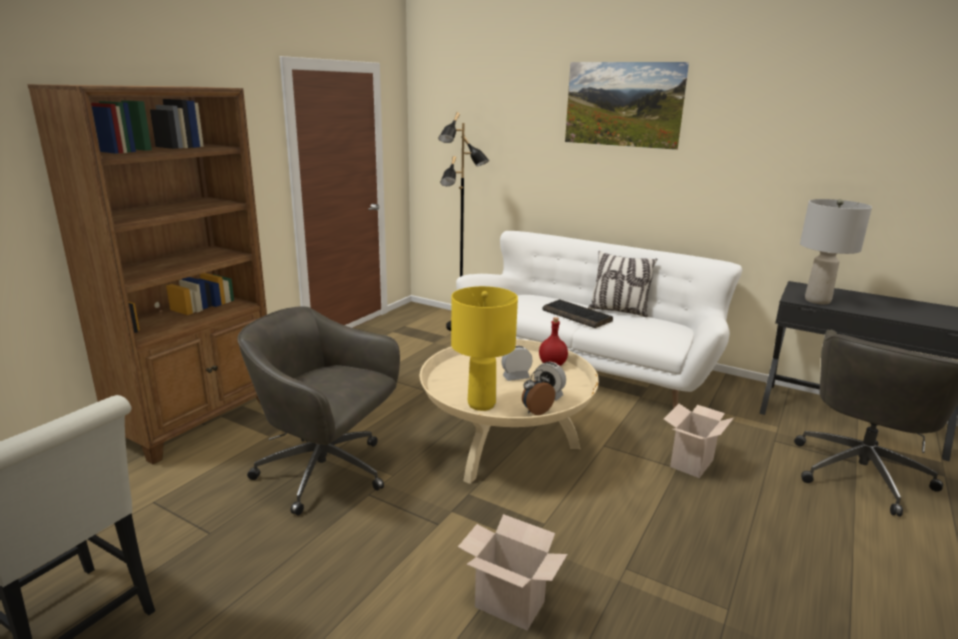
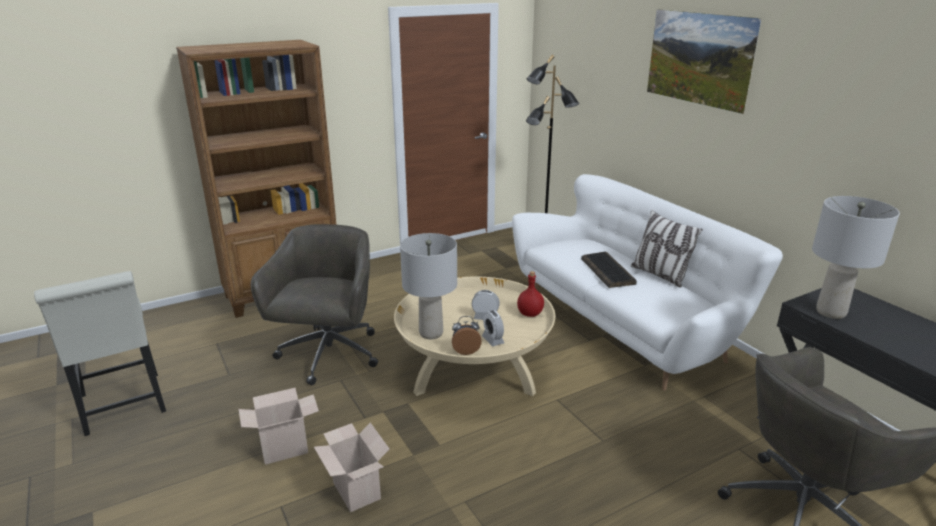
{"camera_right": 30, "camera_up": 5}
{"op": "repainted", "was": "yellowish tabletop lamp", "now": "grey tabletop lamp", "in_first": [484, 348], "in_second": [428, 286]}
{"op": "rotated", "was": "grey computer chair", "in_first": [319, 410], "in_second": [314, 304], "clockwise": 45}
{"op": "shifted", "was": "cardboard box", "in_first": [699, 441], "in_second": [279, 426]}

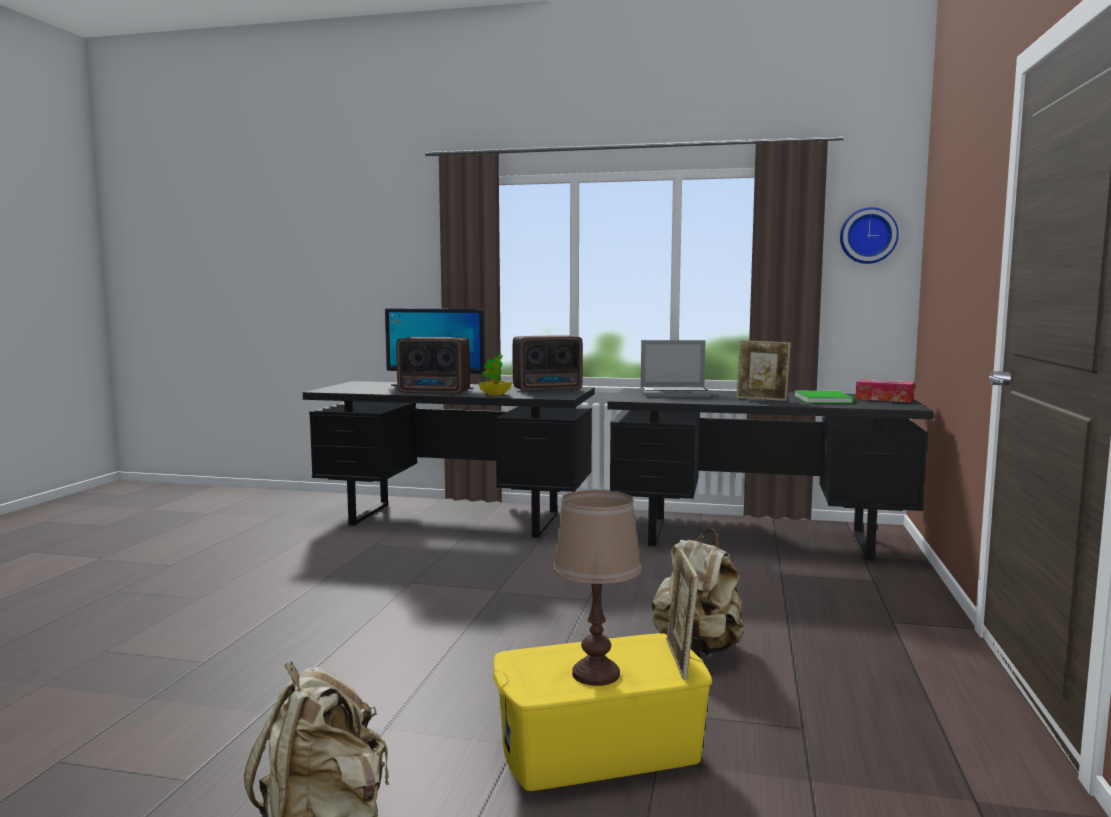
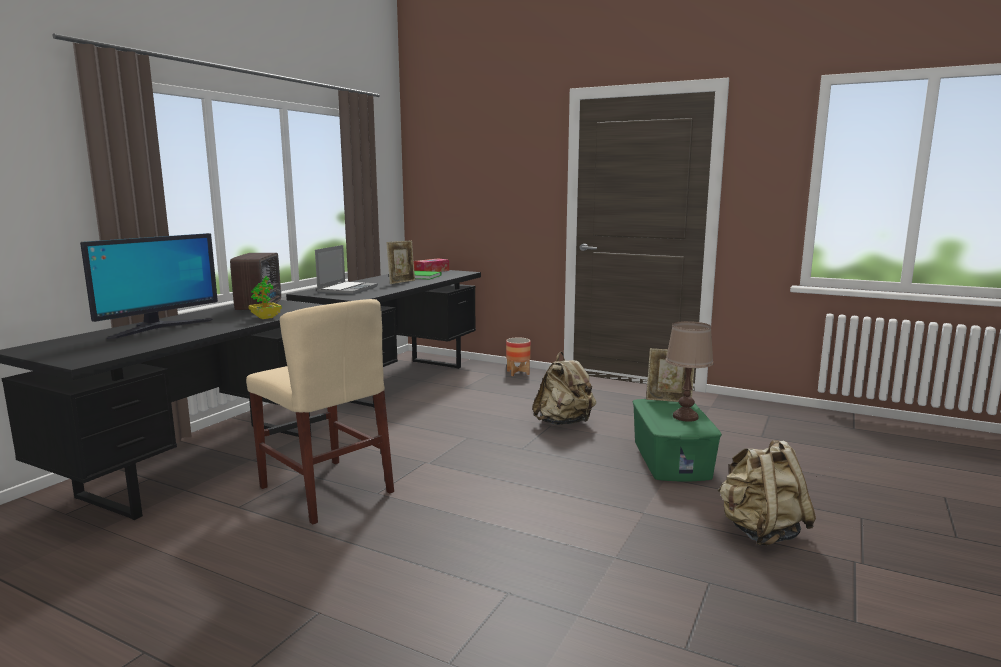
{"camera_right": -75, "camera_up": 5}
{"op": "gone", "was": "wall clock", "in_first": [869, 235]}
{"op": "gone", "was": "radio receiver", "in_first": [433, 366]}
{"op": "repainted", "was": "yellowish storage bin", "now": "greenish storage bin", "in_first": [602, 712], "in_second": [677, 440]}
{"op": "new", "now": "beige plain chair", "in_second": [320, 411]}
{"op": "new", "now": "planter", "in_second": [518, 356]}

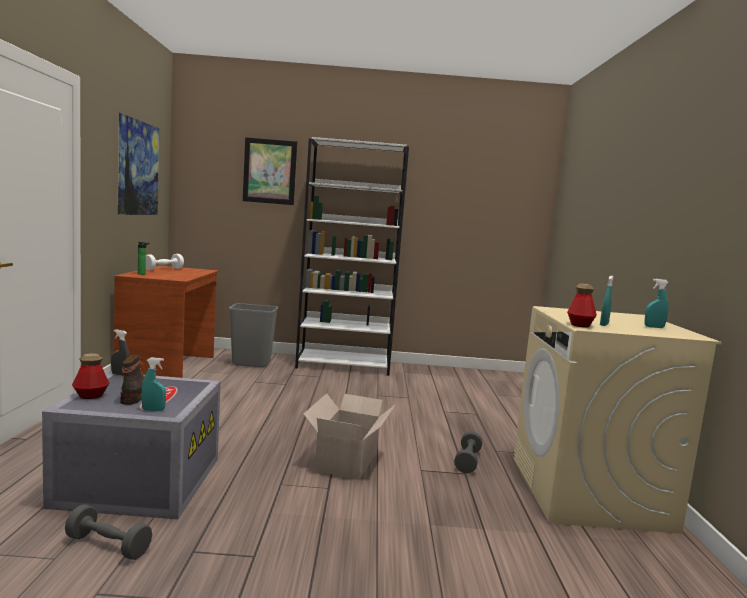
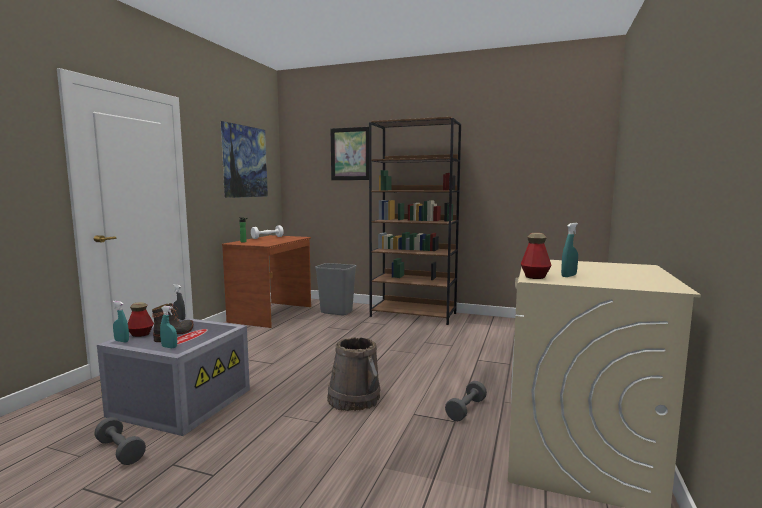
{"camera_right": 20, "camera_up": 0}
{"op": "repainted", "was": "white bookshelf", "now": "brown bookshelf", "in_first": [352, 256], "in_second": [415, 221]}
{"op": "shifted", "was": "turquoise hand sprayer", "in_first": [656, 303], "in_second": [121, 321]}
{"op": "swapped", "was": "cardboard box", "now": "brown pail", "in_first": [349, 436], "in_second": [353, 374]}

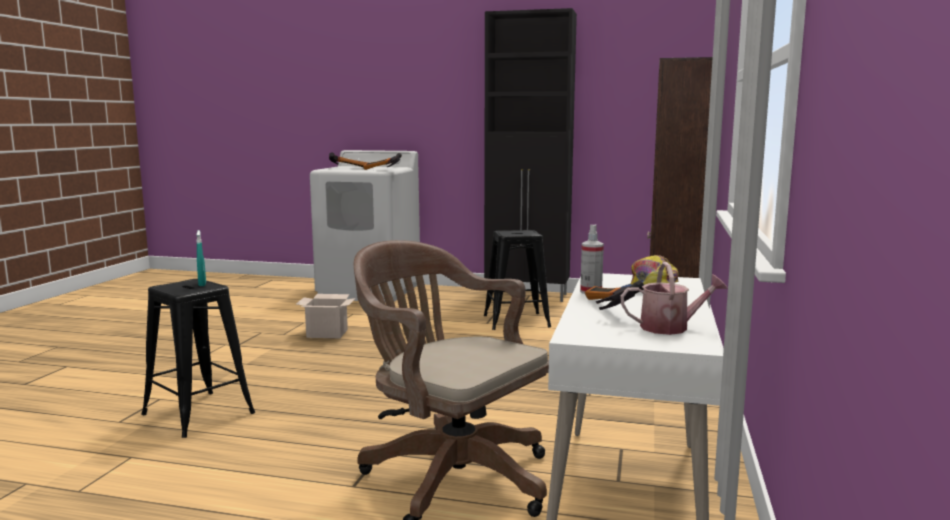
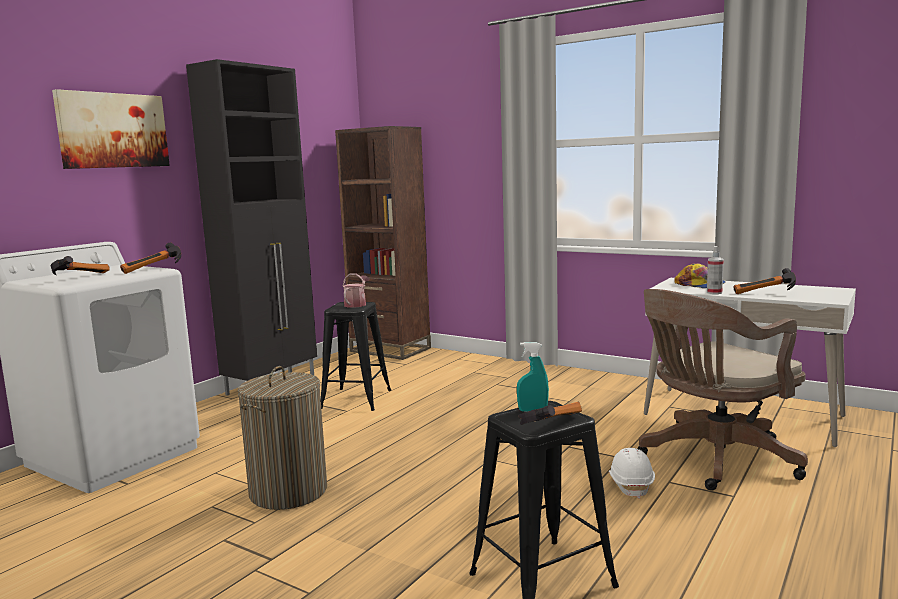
{"camera_right": -70, "camera_up": 0}
{"op": "shifted", "was": "sprinkling can", "in_first": [674, 298], "in_second": [356, 290]}
{"op": "swapped", "was": "cardboard box", "now": "laundry basket", "in_first": [326, 316], "in_second": [282, 438]}
{"op": "new", "now": "picture", "in_second": [111, 129]}
{"op": "new", "now": "hammer", "in_second": [550, 413]}
{"op": "new", "now": "white work helmet", "in_second": [632, 473]}

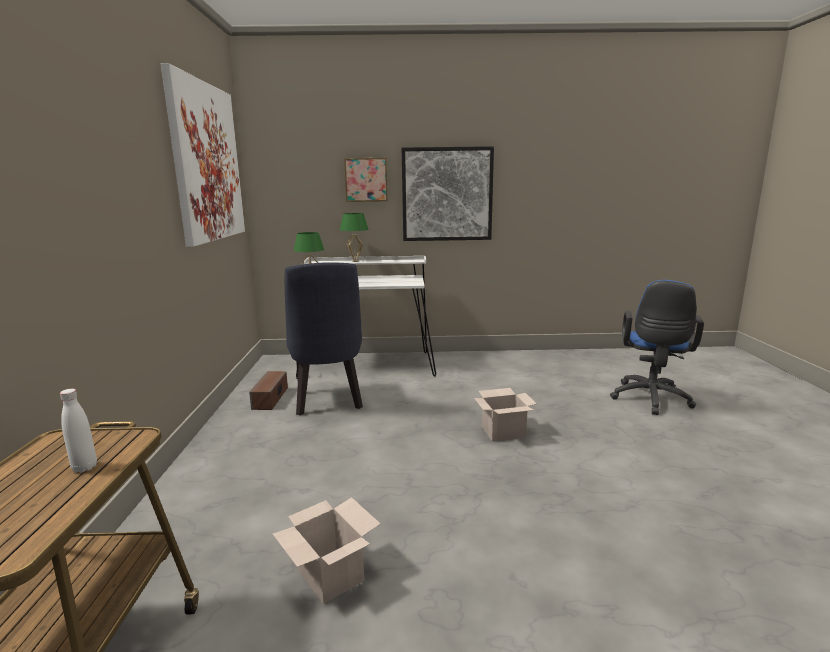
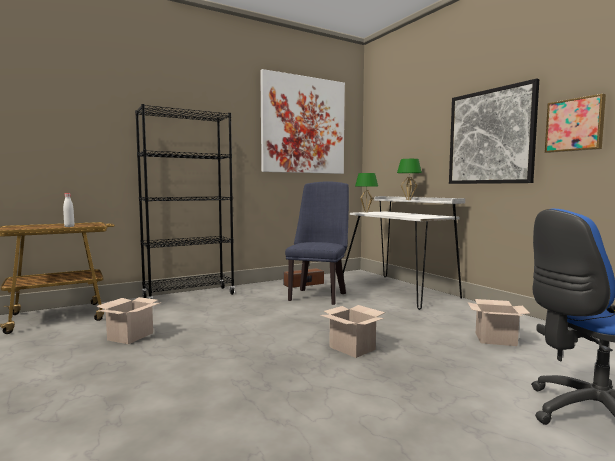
{"camera_right": 60, "camera_up": -10}
{"op": "shifted", "was": "picture", "in_first": [366, 180], "in_second": [575, 123]}
{"op": "rotated", "was": "bluish plain chair", "in_first": [324, 338], "in_second": [317, 243], "clockwise": 150}
{"op": "new", "now": "black-coloured bookshelf", "in_second": [185, 201]}
{"op": "new", "now": "cardboard box", "in_second": [499, 322]}

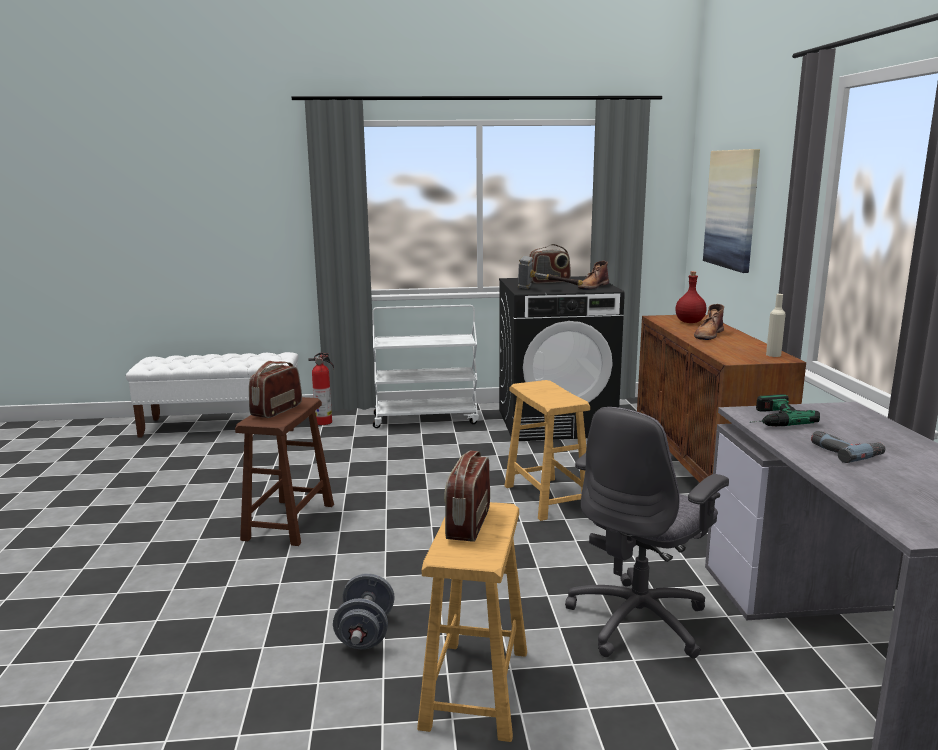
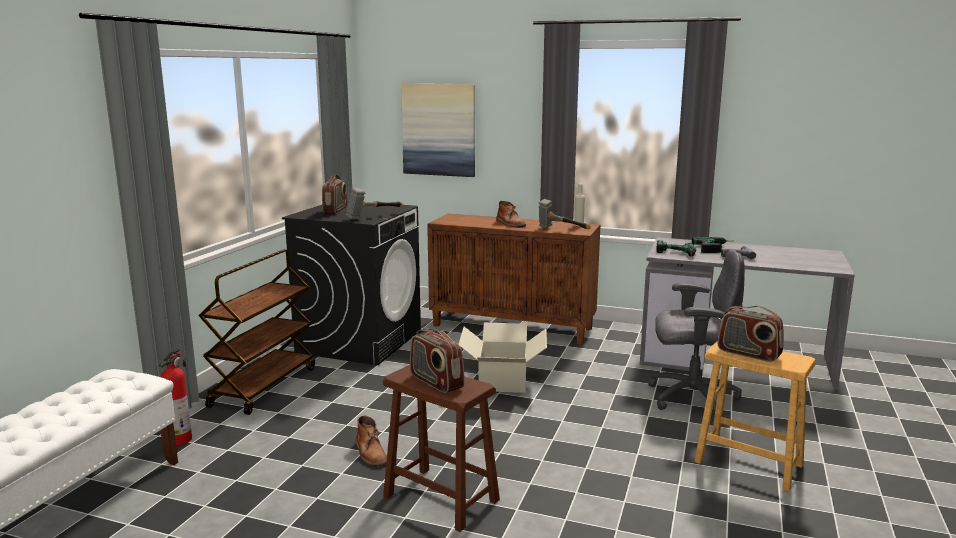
{"camera_right": -65, "camera_up": 0}
{"op": "shifted", "was": "brown tall boot", "in_first": [593, 275], "in_second": [371, 441]}
{"op": "gone", "was": "red drink bottle", "in_first": [691, 297]}
{"op": "repainted", "was": "white trolley", "now": "brown trolley", "in_first": [425, 366], "in_second": [256, 332]}
{"op": "swapped", "was": "brown stool", "now": "cardboard box", "in_first": [547, 450], "in_second": [503, 358]}
{"op": "rotated", "was": "grey computer chair", "in_first": [647, 533], "in_second": [696, 333], "clockwise": -60}
{"op": "gone", "was": "grey dumbbell", "in_first": [364, 611]}
{"op": "new", "now": "hammer", "in_second": [565, 214]}
{"op": "new", "now": "drill", "in_second": [709, 245]}

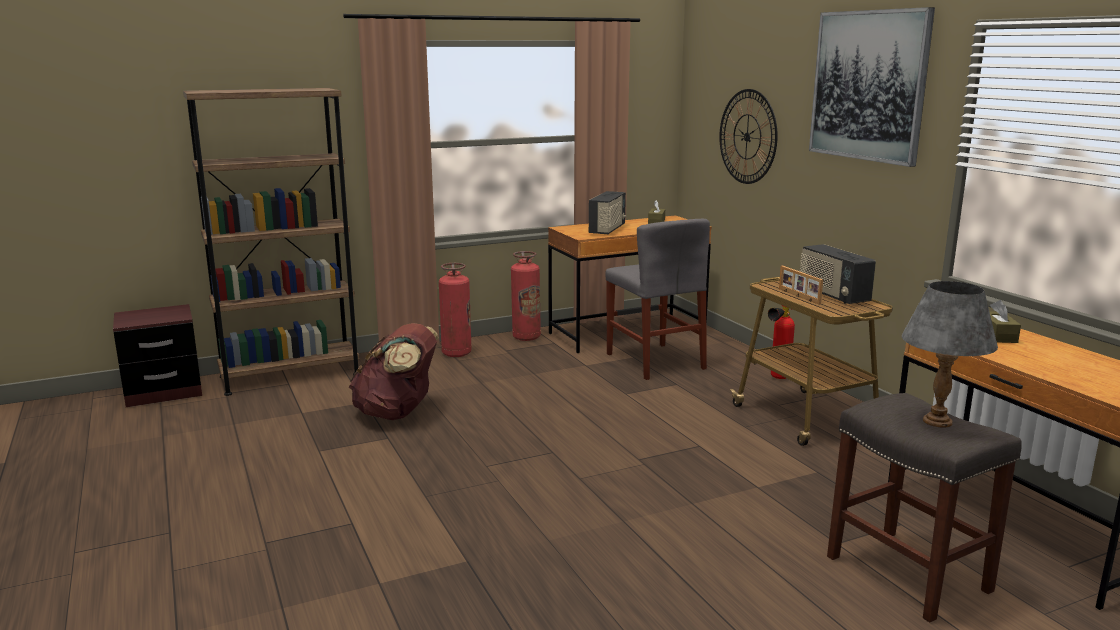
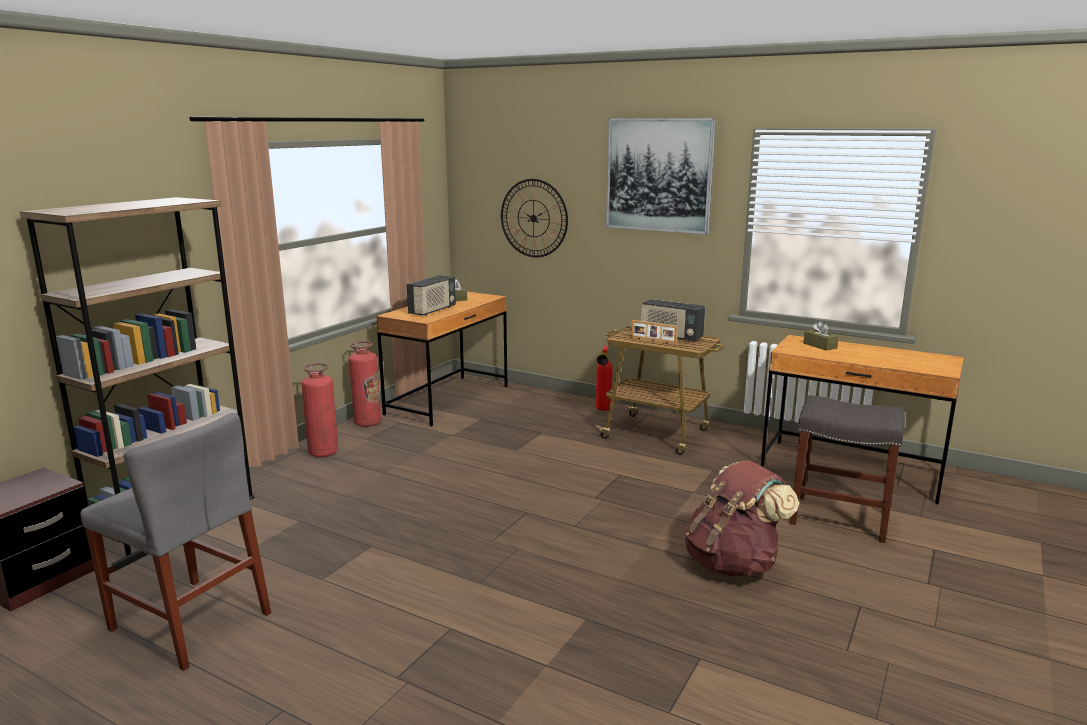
{"camera_right": -35, "camera_up": 0}
{"op": "rotated", "was": "radio receiver", "in_first": [607, 212], "in_second": [431, 295], "clockwise": 45}
{"op": "shifted", "was": "grey plain chair", "in_first": [658, 299], "in_second": [175, 542]}
{"op": "gone", "was": "grey tabletop lamp", "in_first": [950, 354]}
{"op": "shifted", "was": "brown backpack", "in_first": [394, 371], "in_second": [742, 518]}

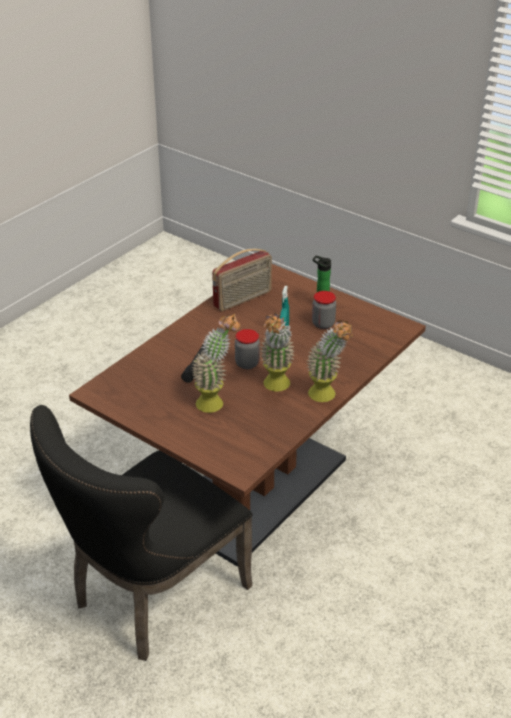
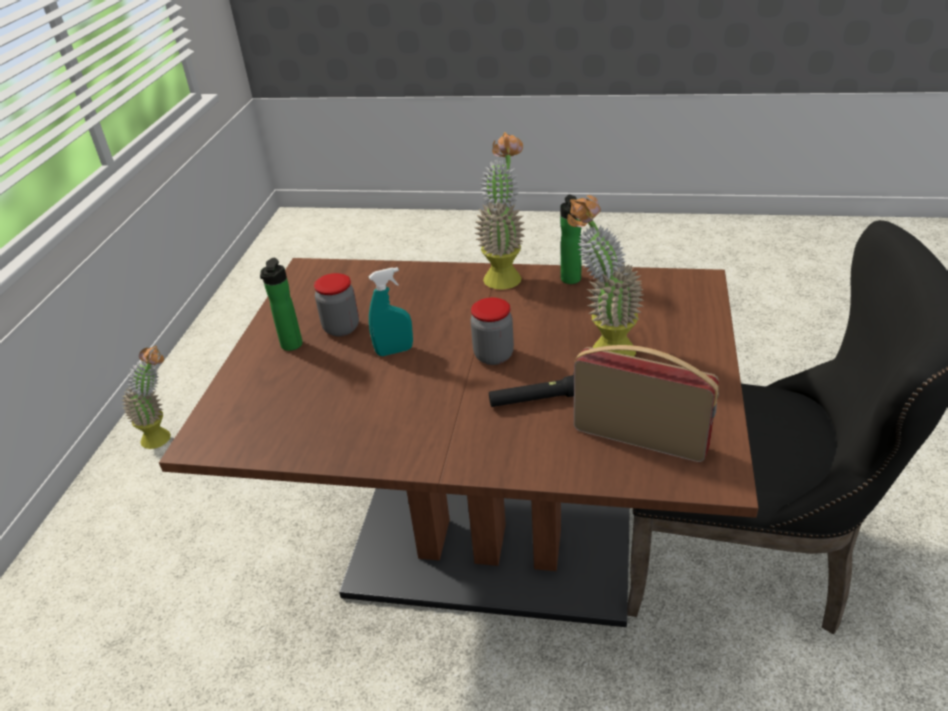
{"camera_right": -115, "camera_up": 0}
{"op": "shifted", "was": "radio receiver", "in_first": [242, 280], "in_second": [646, 403]}
{"op": "shifted", "was": "potted plant", "in_first": [277, 351], "in_second": [146, 397]}
{"op": "new", "now": "drink bottle", "in_second": [571, 239]}

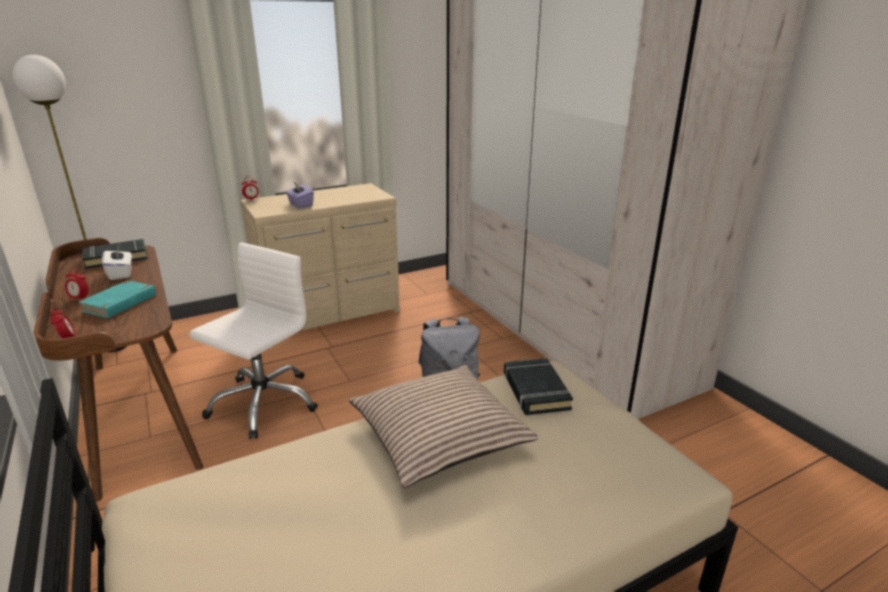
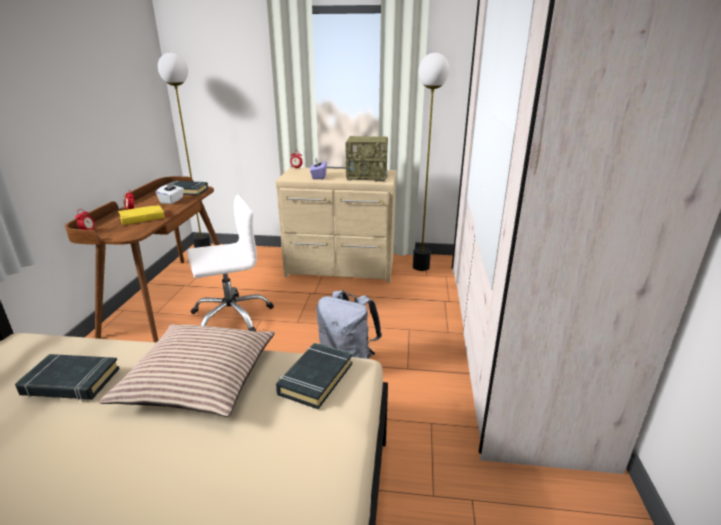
{"camera_right": 35, "camera_up": 0}
{"op": "repainted", "was": "turquoise book", "now": "yellowish book", "in_first": [118, 299], "in_second": [144, 215]}
{"op": "new", "now": "standard lamp", "in_second": [431, 162]}
{"op": "new", "now": "radio receiver", "in_second": [366, 158]}
{"op": "new", "now": "black-coloured book", "in_second": [67, 377]}

